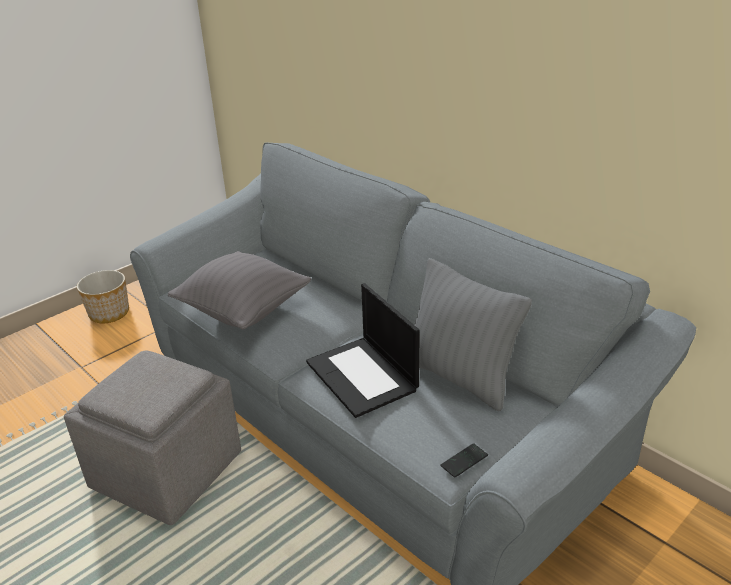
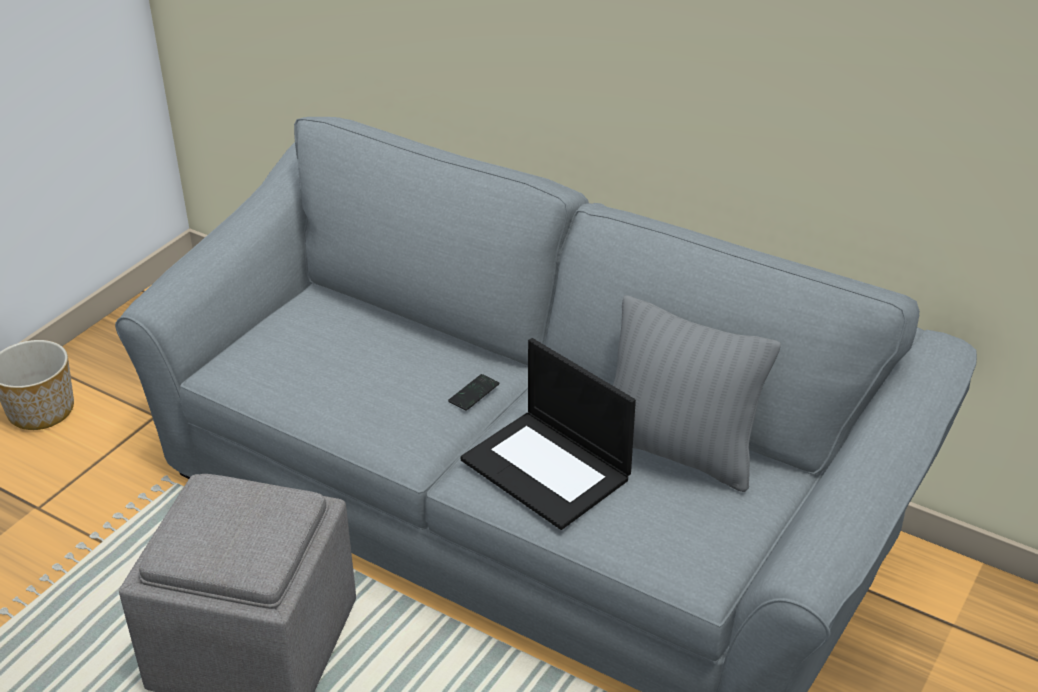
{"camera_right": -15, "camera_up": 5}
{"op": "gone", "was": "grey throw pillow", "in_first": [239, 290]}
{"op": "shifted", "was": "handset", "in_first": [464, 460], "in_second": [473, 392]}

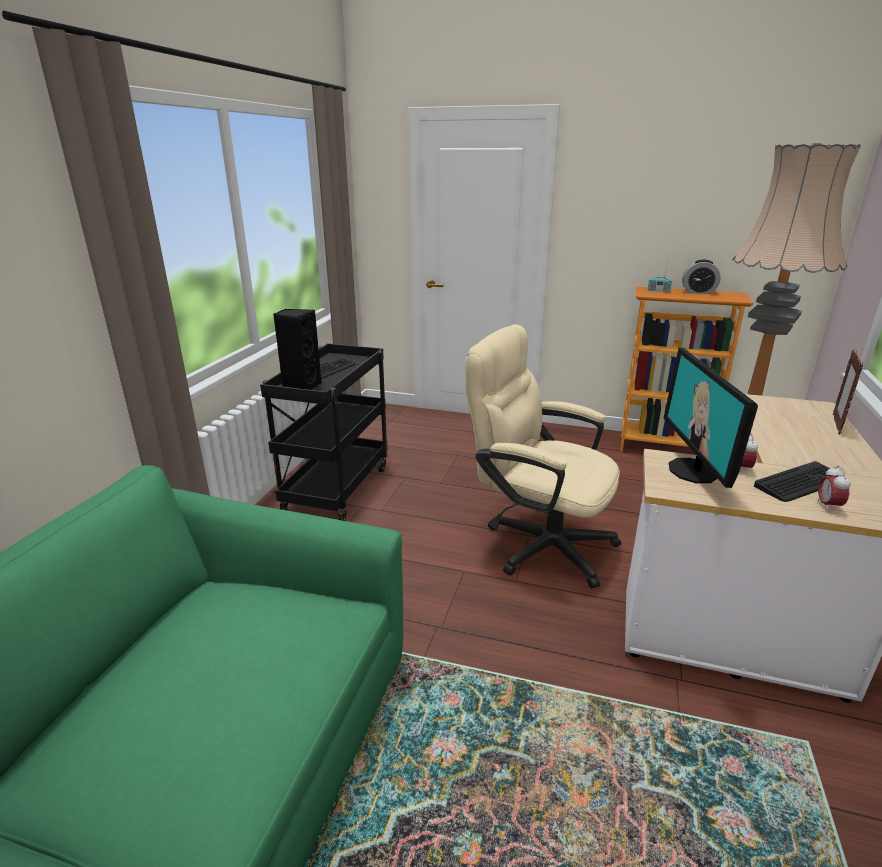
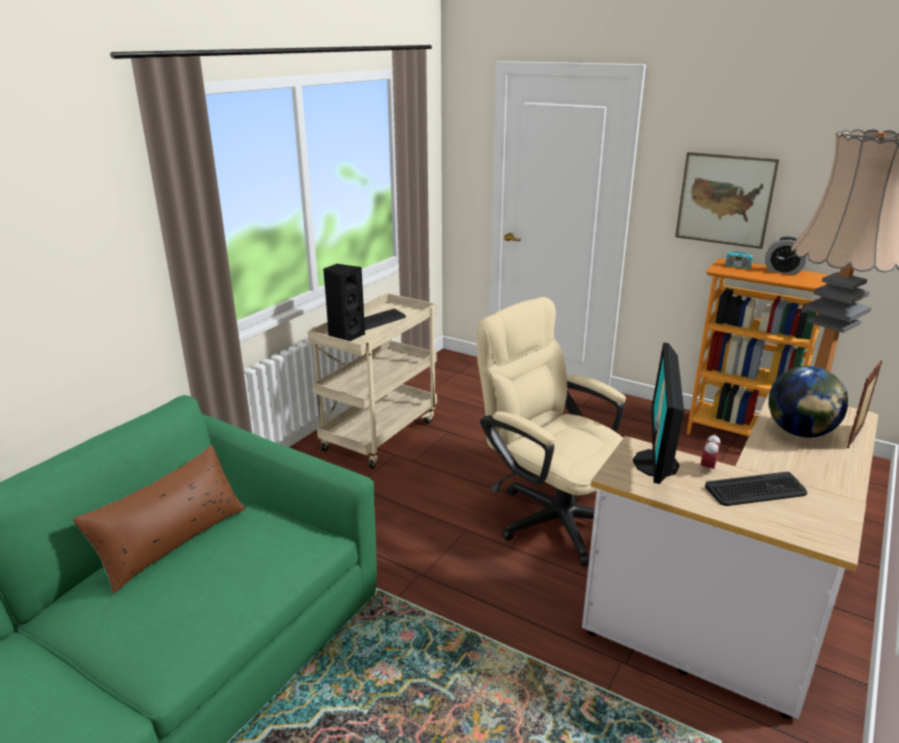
{"camera_right": 15, "camera_up": 0}
{"op": "repainted", "was": "black-coloured trolley", "now": "beige trolley", "in_first": [324, 432], "in_second": [372, 381]}
{"op": "gone", "was": "table clock", "in_first": [834, 489]}
{"op": "new", "now": "picture", "in_second": [727, 200]}
{"op": "new", "now": "globe", "in_second": [808, 401]}
{"op": "new", "now": "brown throw pillow", "in_second": [158, 519]}

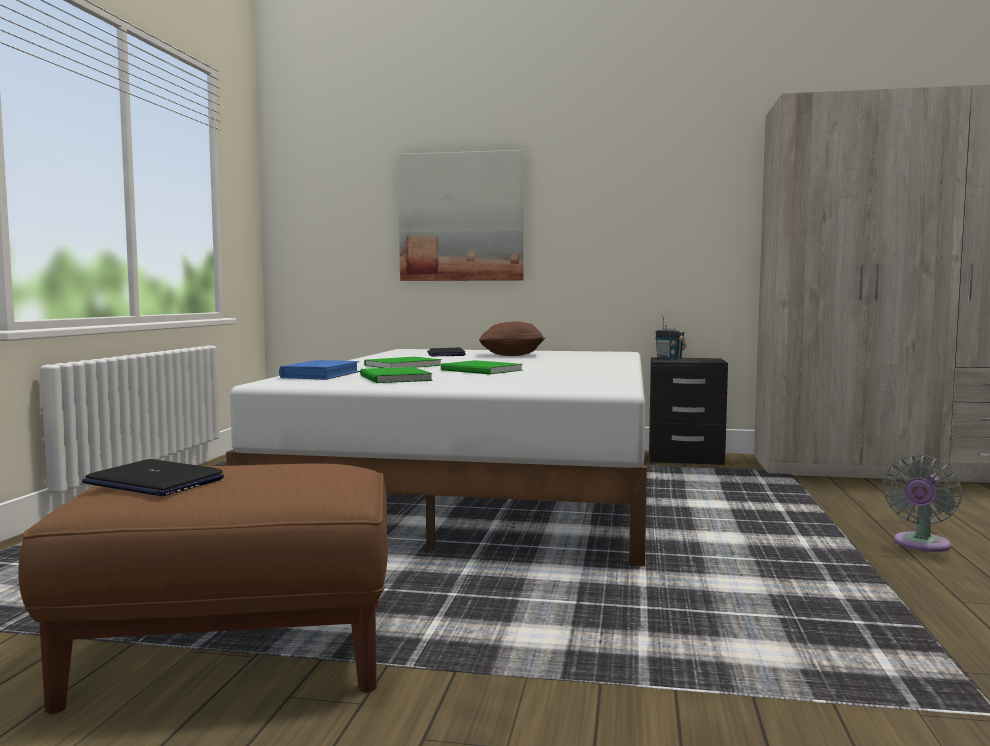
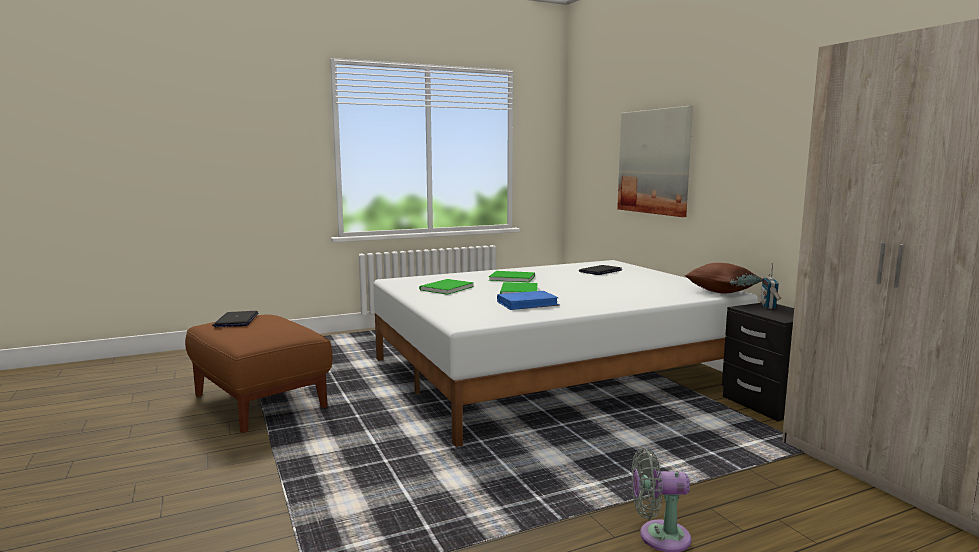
{"camera_right": 55, "camera_up": 5}
{"op": "shifted", "was": "brown throw pillow", "in_first": [512, 339], "in_second": [723, 278]}
{"op": "shifted", "was": "bluish book", "in_first": [319, 370], "in_second": [528, 300]}

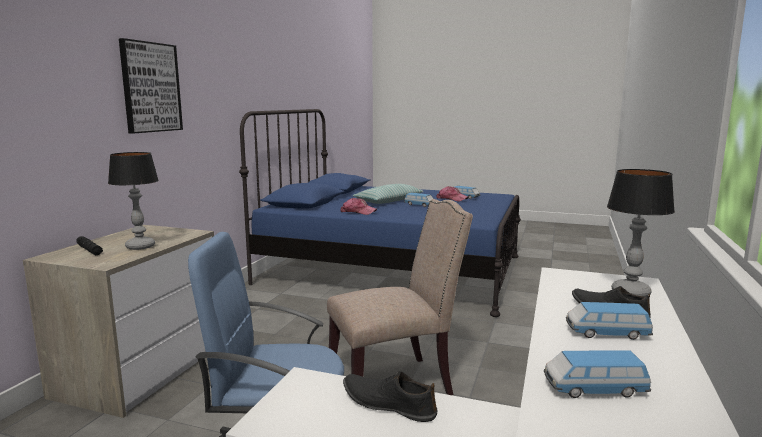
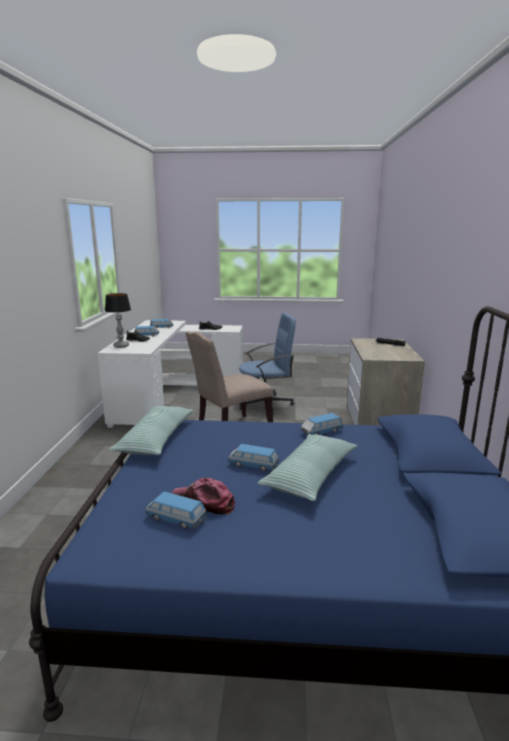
{"camera_right": 165, "camera_up": 5}
{"op": "gone", "was": "picture", "in_first": [151, 86]}
{"op": "gone", "was": "tabletop lamp", "in_first": [133, 201]}
{"op": "swapped", "was": "baseball cap", "now": "model car", "in_first": [358, 206], "in_second": [321, 424]}
{"op": "new", "now": "throw pillow", "in_second": [151, 430]}

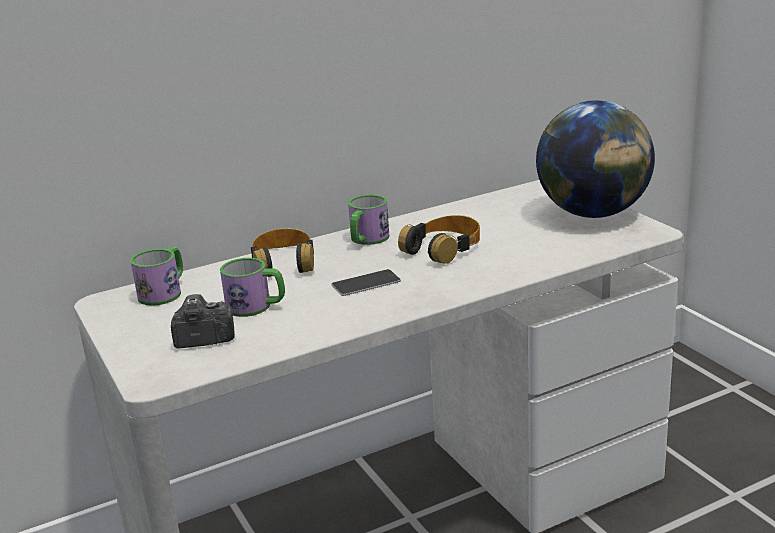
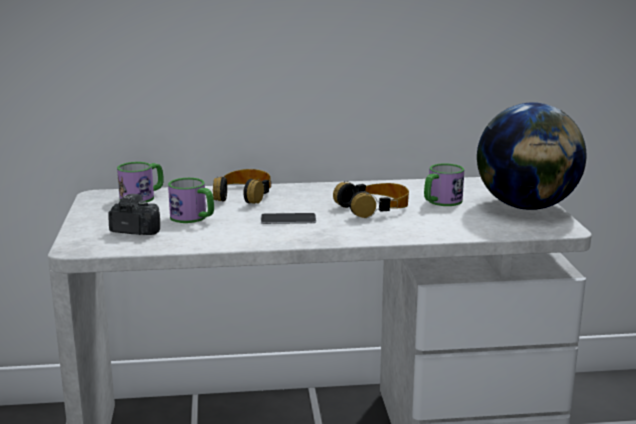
{"camera_right": 20, "camera_up": -5}
{"op": "shifted", "was": "mug", "in_first": [368, 220], "in_second": [444, 184]}

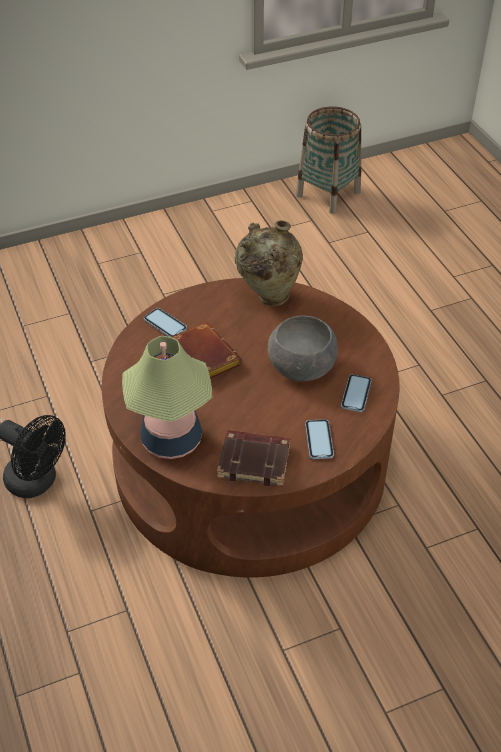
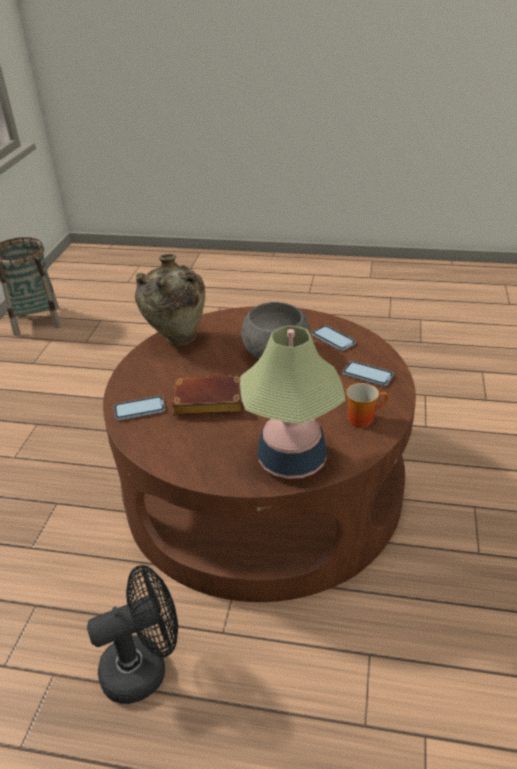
{"camera_right": -55, "camera_up": -10}
{"op": "swapped", "was": "brown book", "now": "mug", "in_first": [254, 458], "in_second": [367, 405]}

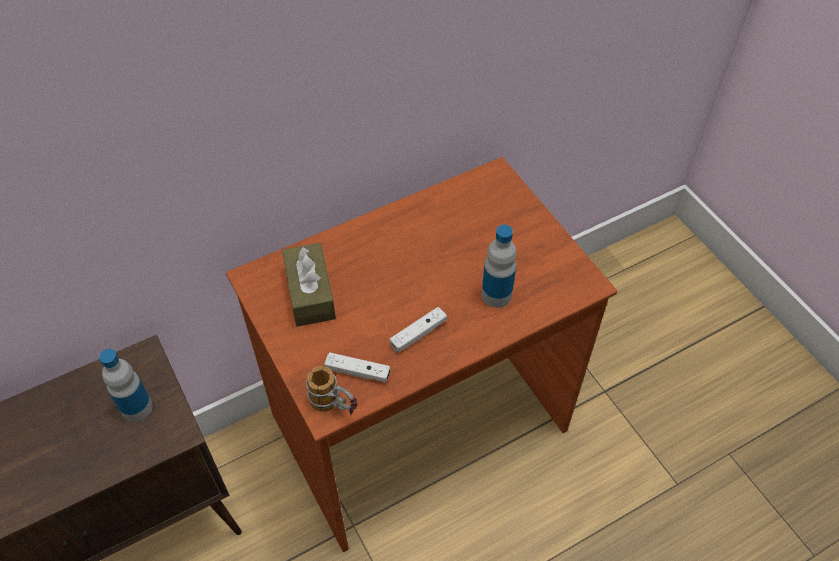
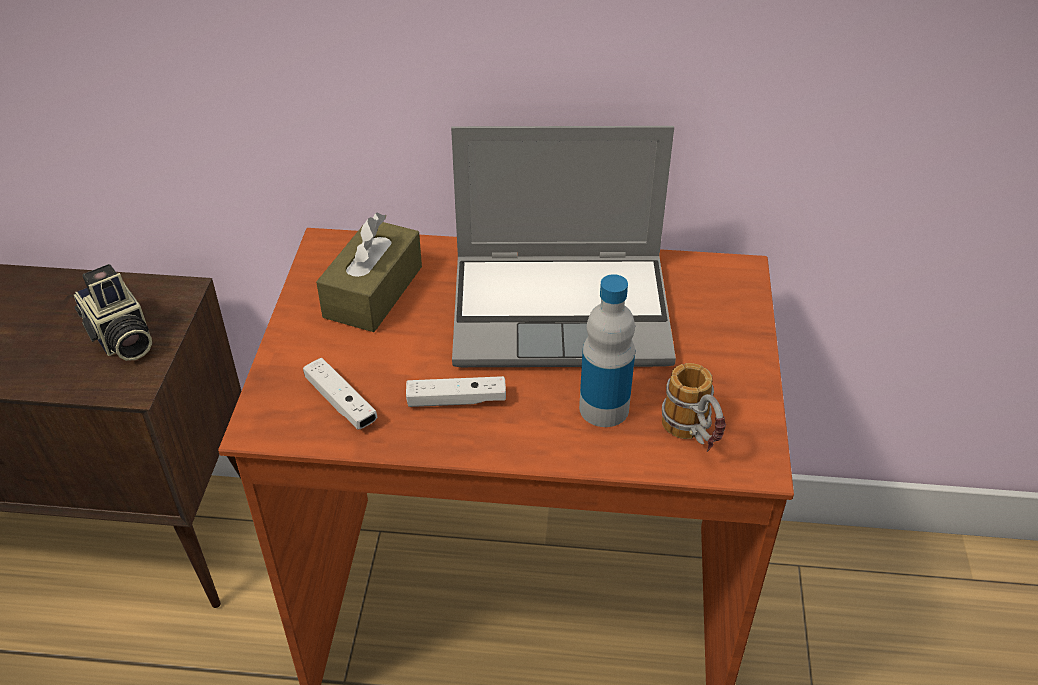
{"camera_right": 35, "camera_up": -10}
{"op": "swapped", "was": "drink bottle", "now": "photo camera", "in_first": [126, 385], "in_second": [113, 312]}
{"op": "shifted", "was": "mug", "in_first": [331, 391], "in_second": [694, 407]}
{"op": "new", "now": "notebook computer", "in_second": [563, 246]}

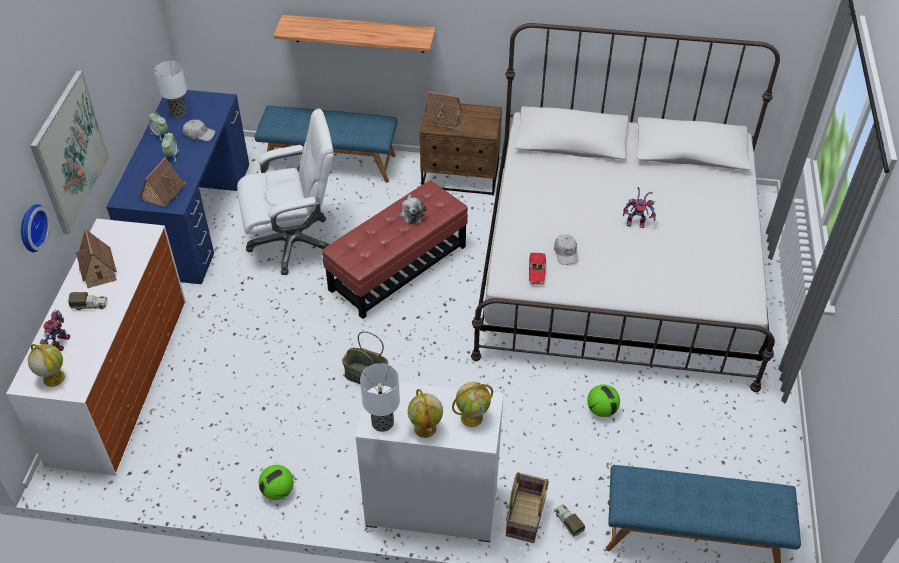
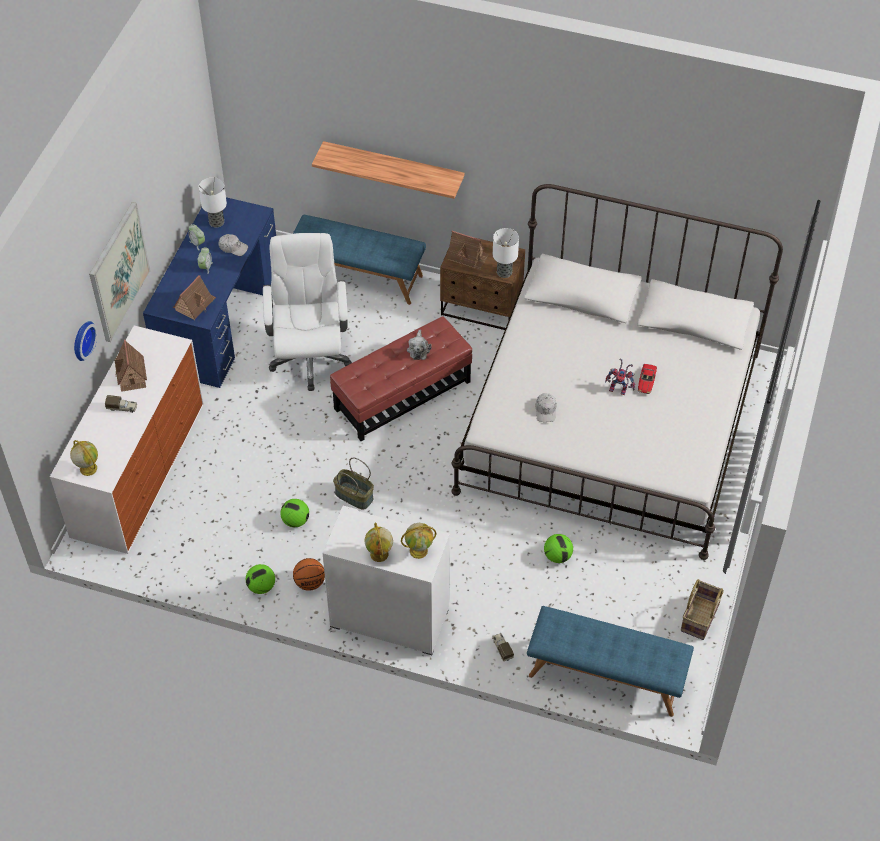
{"camera_right": 10, "camera_up": 5}
{"op": "rotated", "was": "white computer chair", "in_first": [285, 192], "in_second": [307, 312], "clockwise": -90}
{"op": "shifted", "was": "model car", "in_first": [537, 269], "in_second": [647, 379]}
{"op": "gone", "was": "model robot", "in_first": [55, 330]}
{"op": "shifted", "was": "tabletop lamp", "in_first": [380, 397], "in_second": [506, 253]}
{"op": "shifted", "was": "storage basket", "in_first": [527, 507], "in_second": [702, 609]}
{"op": "new", "now": "football", "in_second": [294, 513]}
{"op": "new", "now": "basketball ball", "in_second": [309, 574]}

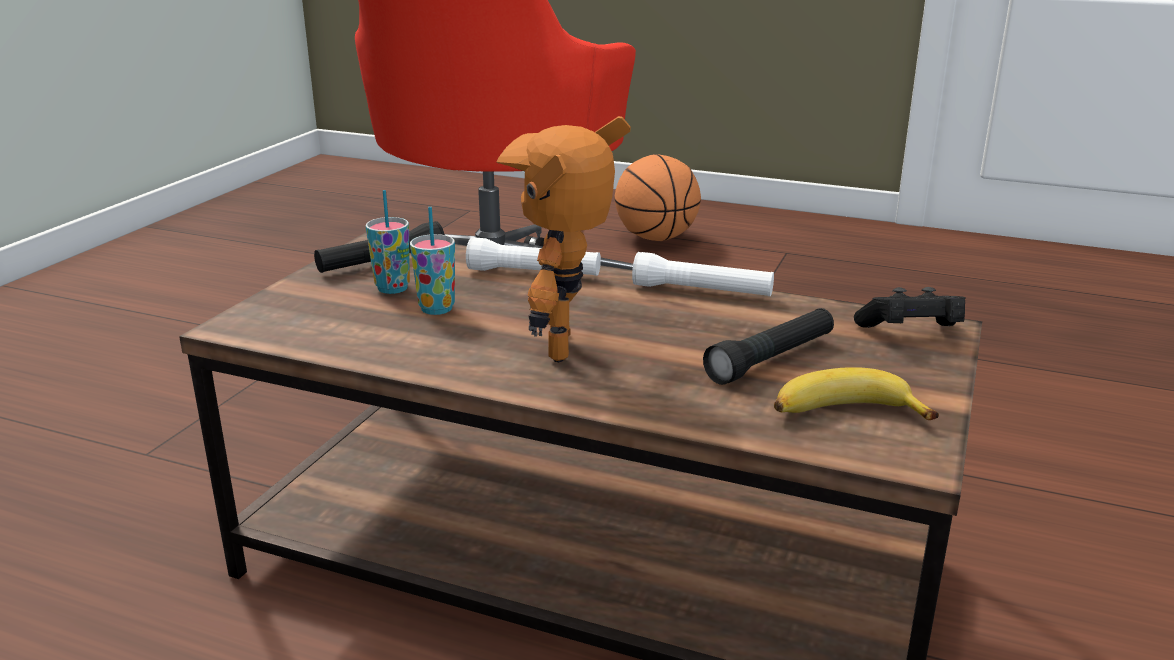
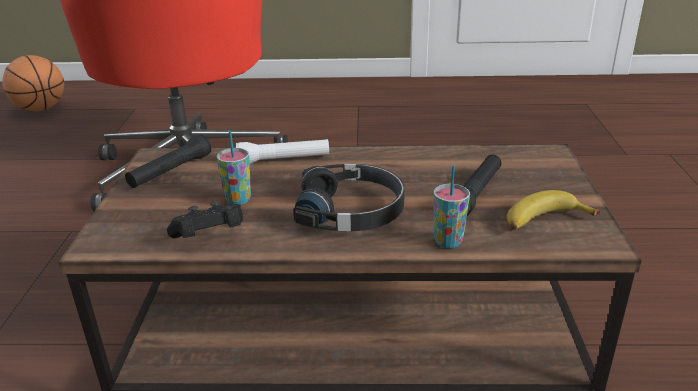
{"camera_right": -20, "camera_up": 5}
{"op": "swapped", "was": "model robot", "now": "black-coloured pair of headphones", "in_first": [564, 239], "in_second": [349, 197]}
{"op": "shifted", "was": "basketball ball", "in_first": [657, 197], "in_second": [33, 83]}
{"op": "shifted", "was": "cup", "in_first": [388, 242], "in_second": [451, 206]}
{"op": "gone", "was": "white hand torch", "in_first": [703, 274]}
{"op": "shifted", "was": "black-coloured game controller", "in_first": [910, 307], "in_second": [205, 219]}

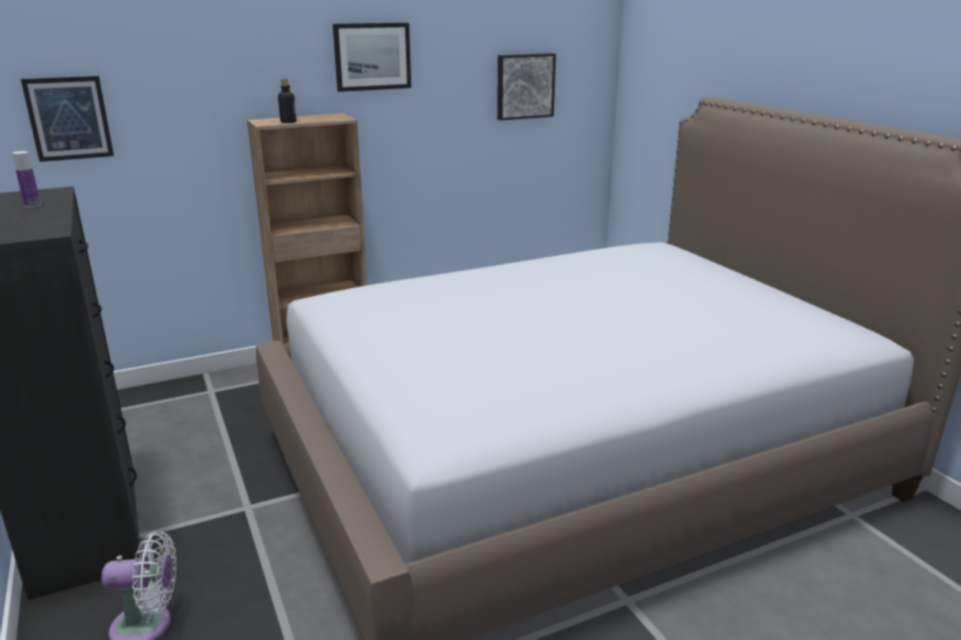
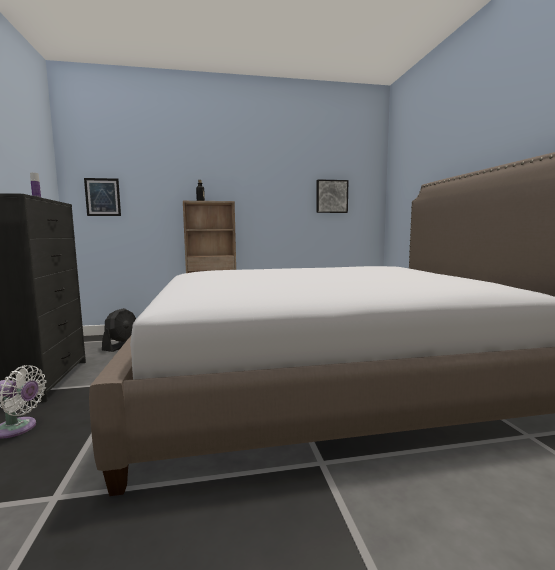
{"camera_right": 15, "camera_up": -15}
{"op": "gone", "was": "picture", "in_first": [372, 57]}
{"op": "new", "now": "black-coloured fan", "in_second": [119, 330]}

